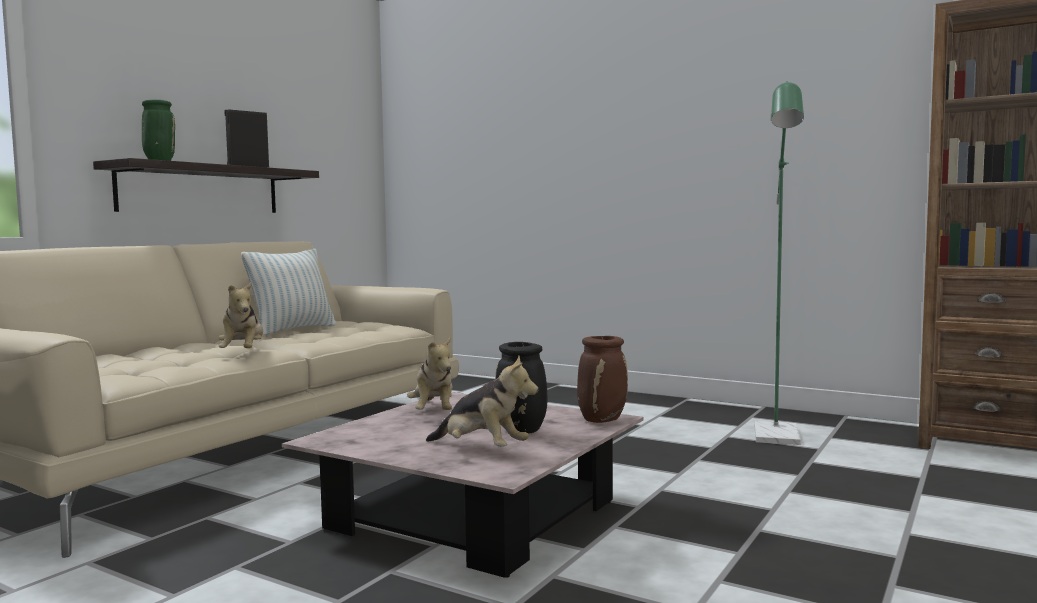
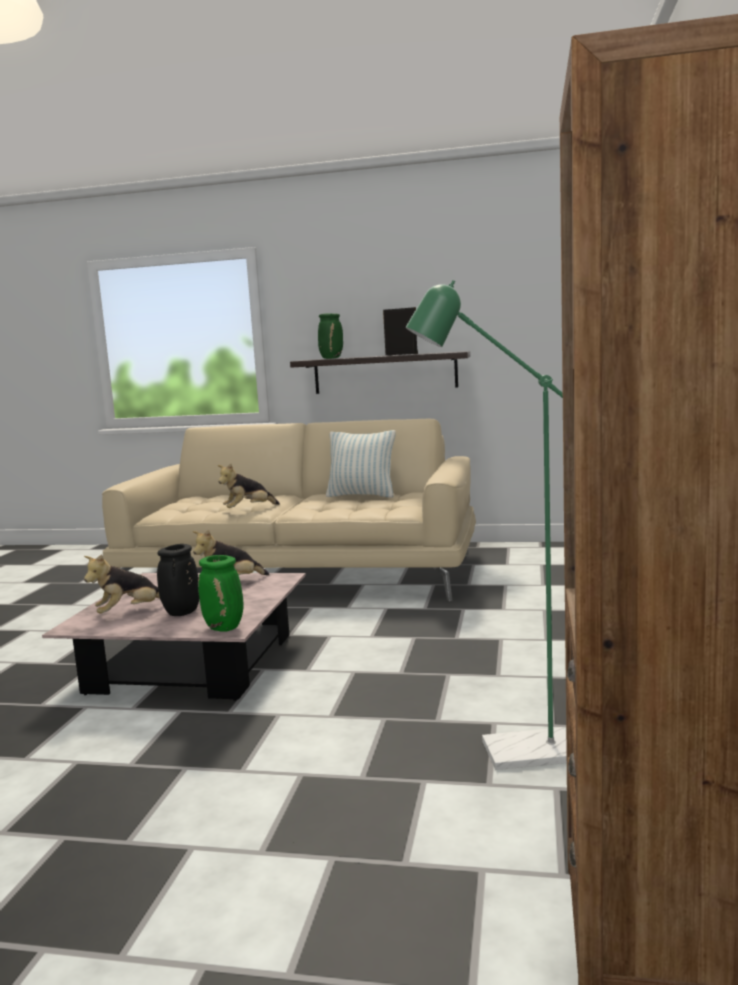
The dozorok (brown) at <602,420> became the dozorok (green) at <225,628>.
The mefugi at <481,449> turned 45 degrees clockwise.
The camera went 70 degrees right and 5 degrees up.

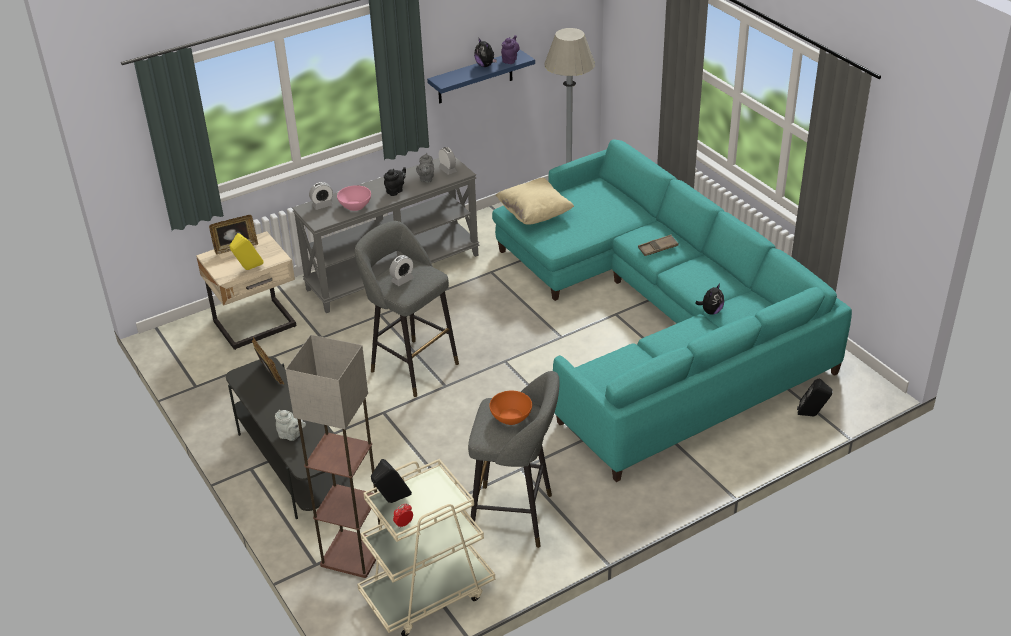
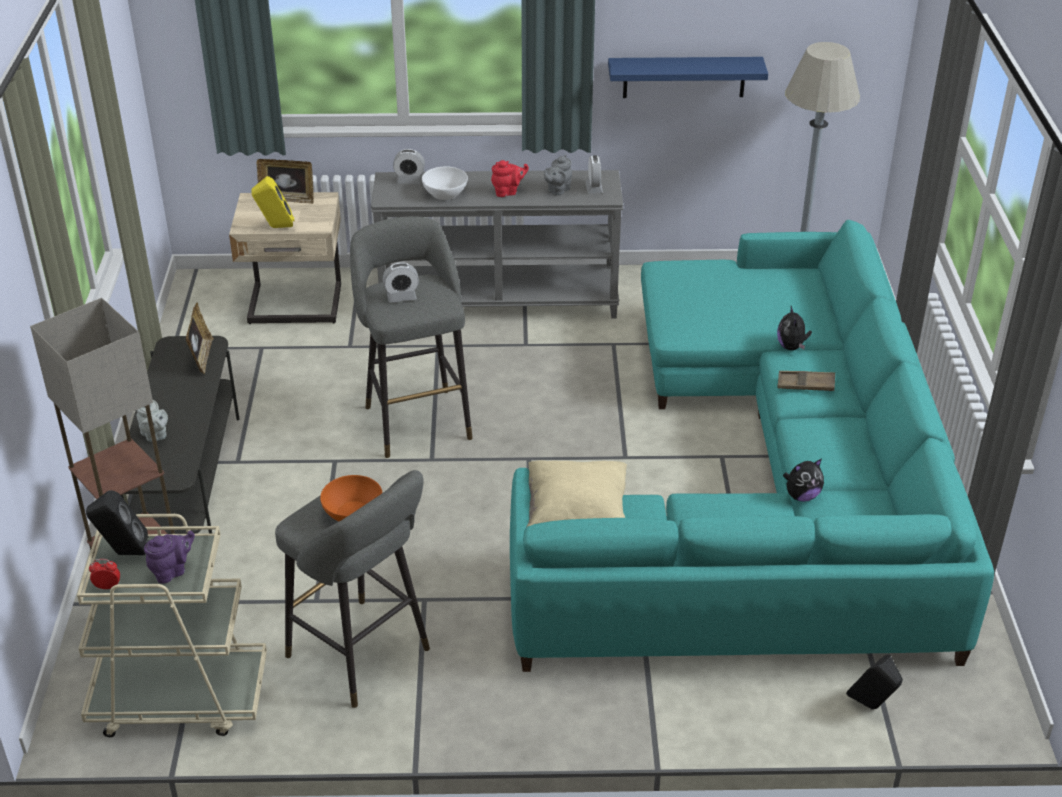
The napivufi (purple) moved from <510,60> to <172,571>.
The mefugi moved from <485,65> to <791,347>.
The napivufi (black) at <395,191> became the napivufi (red) at <508,192>.
The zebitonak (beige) moved from <534,214> to <576,519>.
The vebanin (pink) at <355,205> became the vebanin (white) at <445,193>.
The camera went 30 degrees right and 0 degrees up.

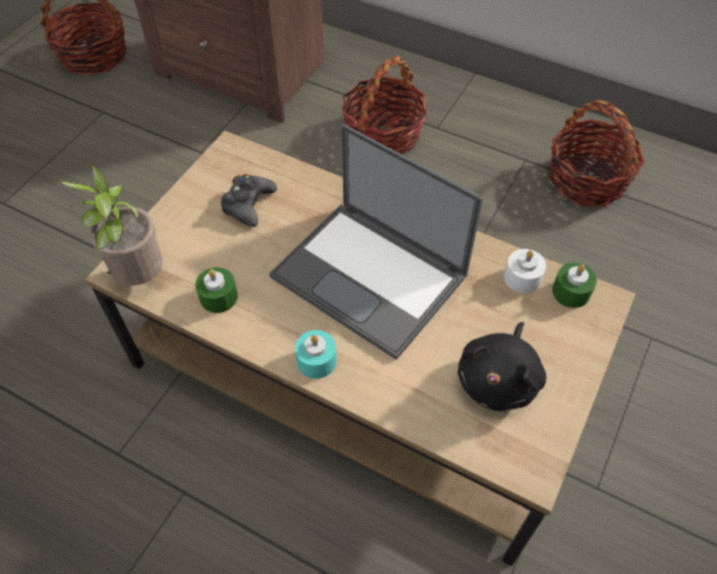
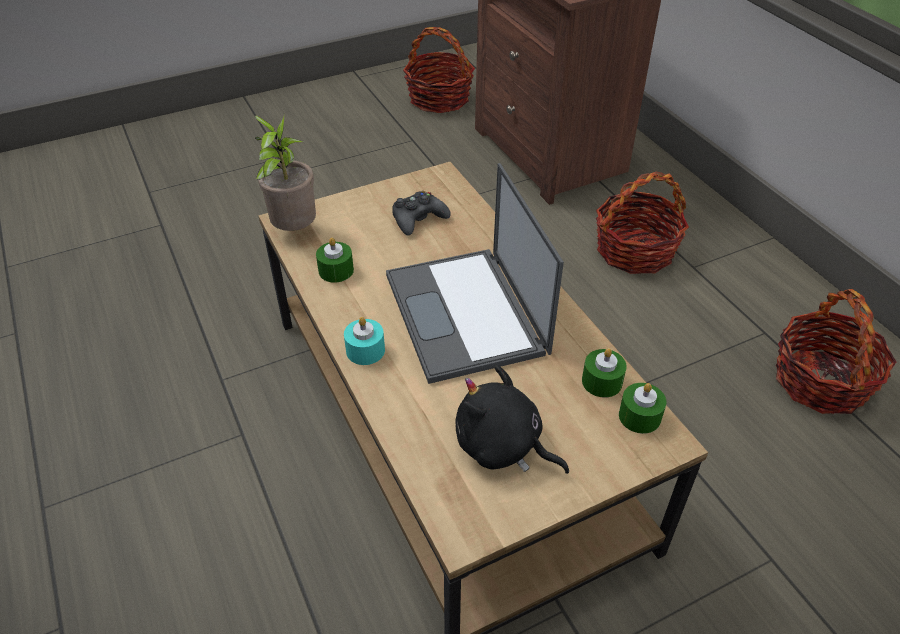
The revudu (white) at <522,278> became the revudu (green) at <602,381>.
The mefugi (black) at <499,379> turned 60 degrees clockwise.
The camera went 35 degrees right and 10 degrees down.

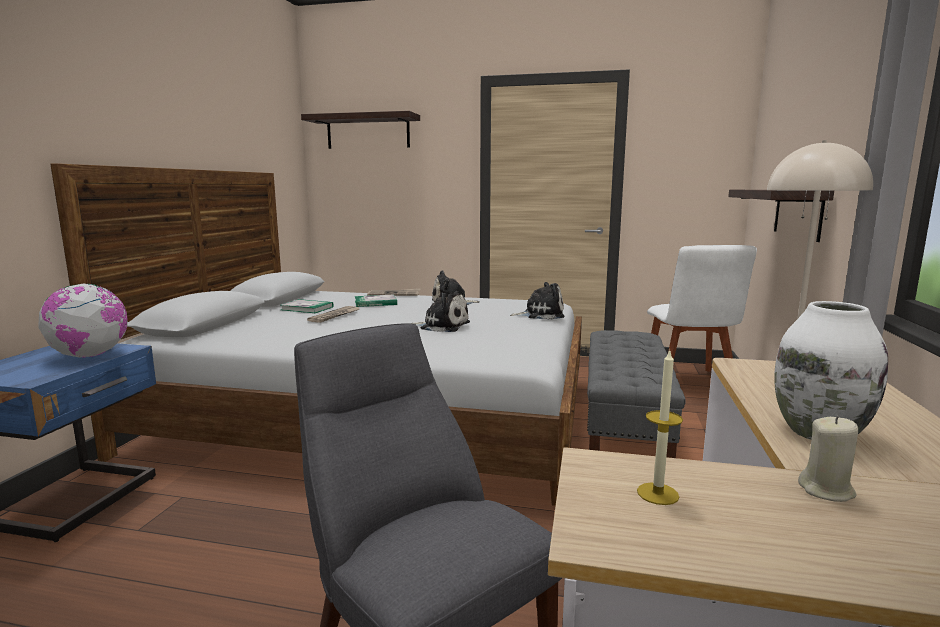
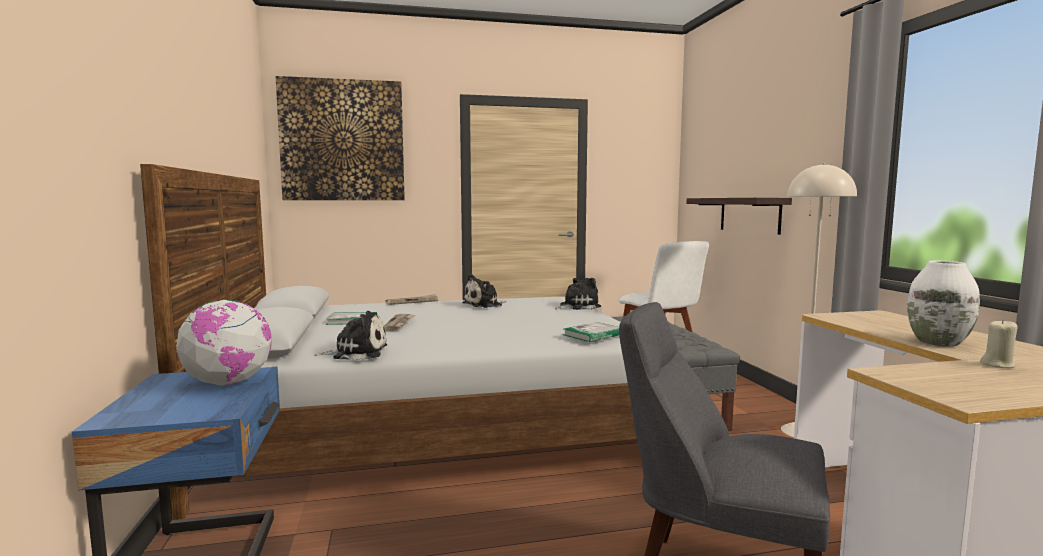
The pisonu at <368,132> was replaced by the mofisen at <342,140>.
The mefugi moved from <442,326> to <357,353>.
The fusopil moved from <375,303> to <593,334>.
The revudu at <657,493> disappeared.
The camera went 25 degrees left and 5 degrees down.

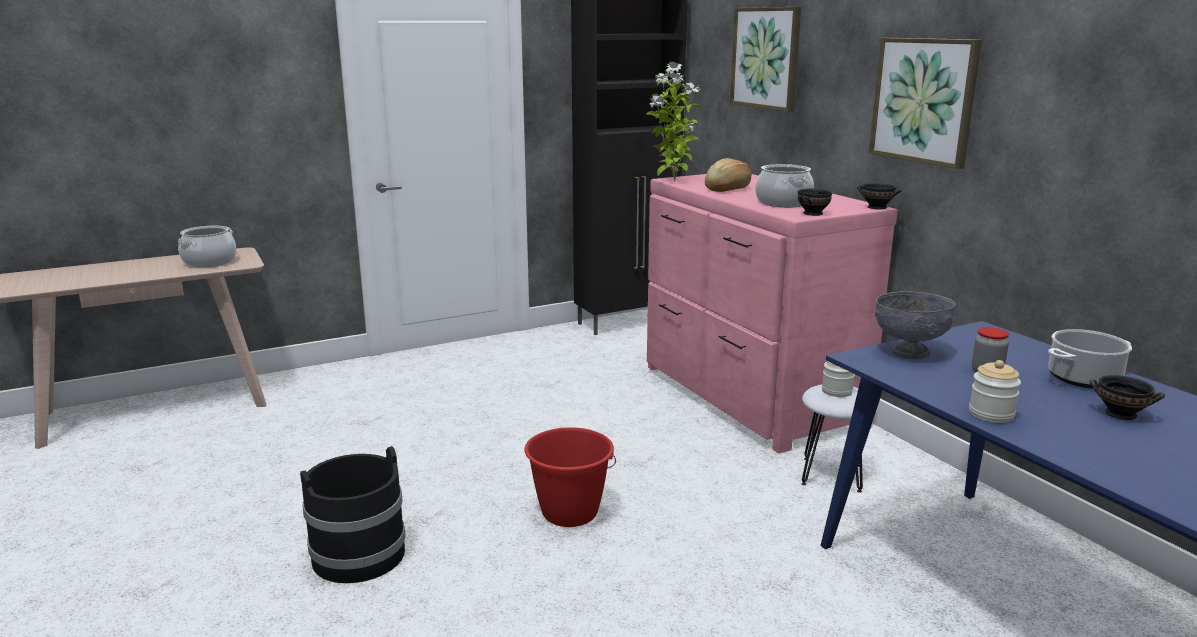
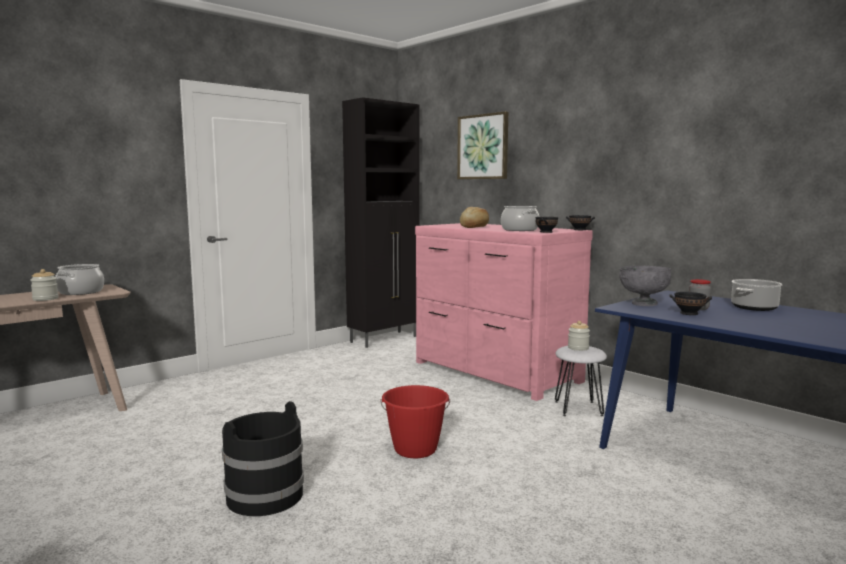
The mofisen at <924,100> disappeared.
The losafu at <672,181> disappeared.
The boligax moved from <991,414> to <45,299>.
The vebanin (black) moved from <1121,414> to <689,313>.
The camera went 15 degrees left and 10 degrees down.

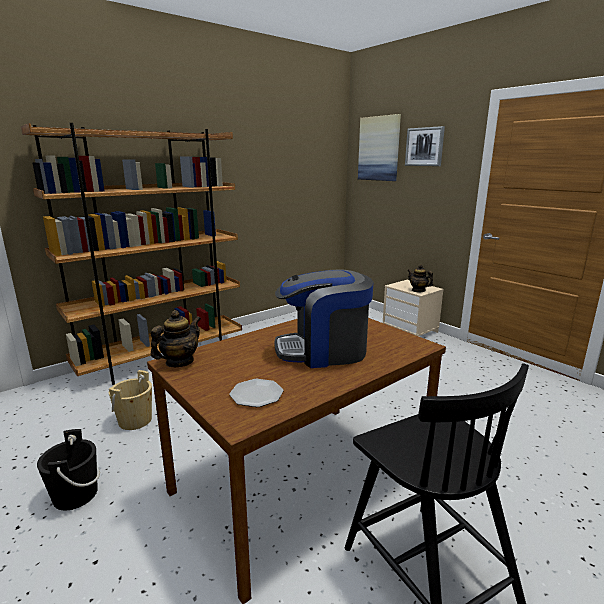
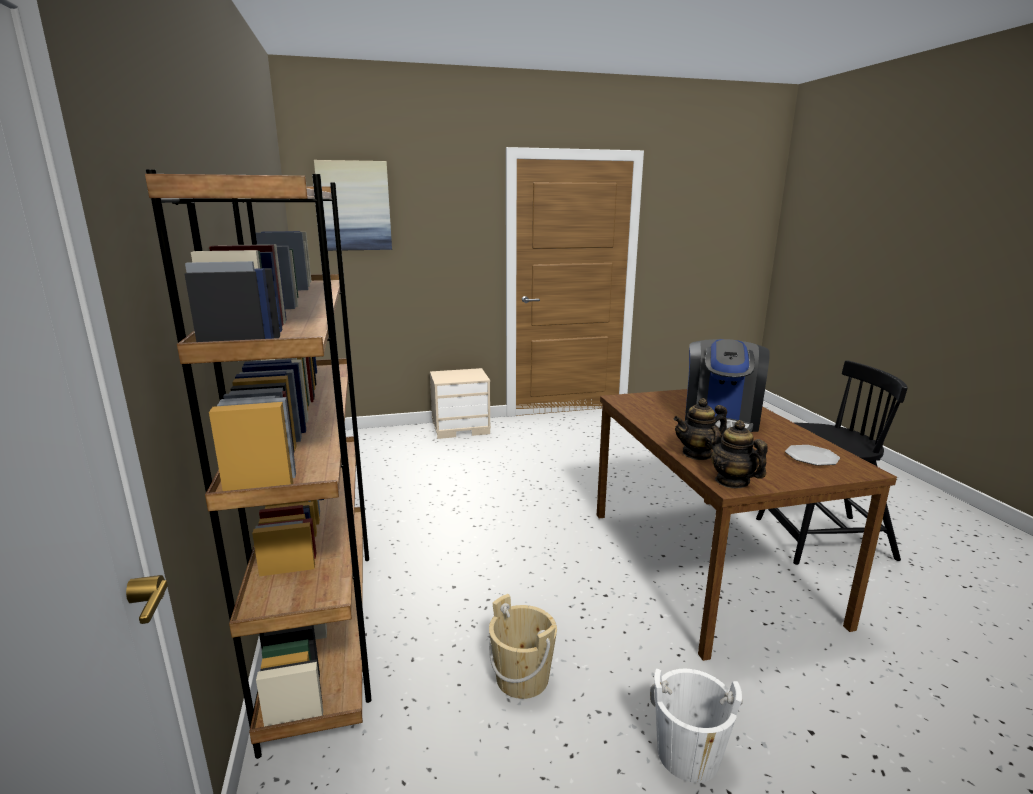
The mofisen at <424,147> disappeared.
The napivufi moved from <418,290> to <697,454>.
The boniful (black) at <75,495> became the boniful (white) at <688,754>.
The camera went 65 degrees left and 0 degrees up.

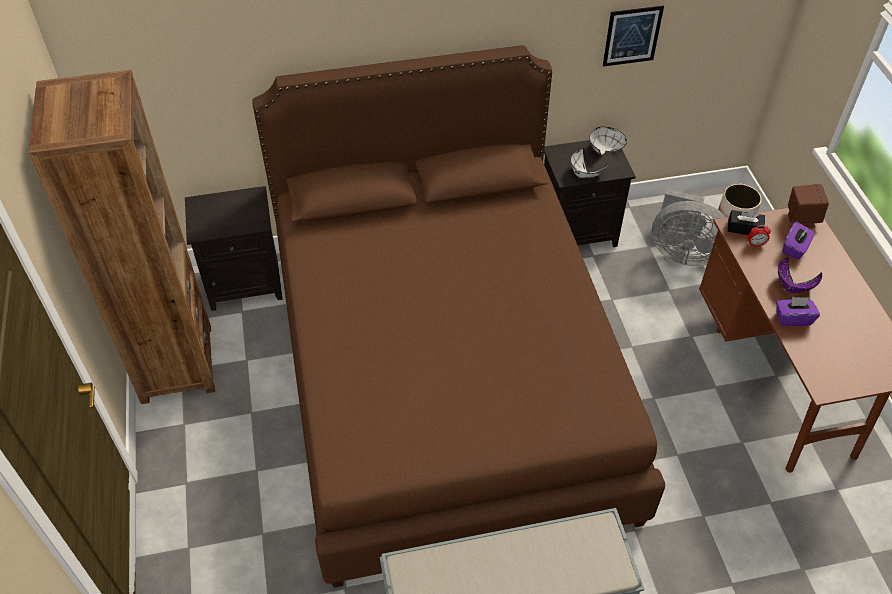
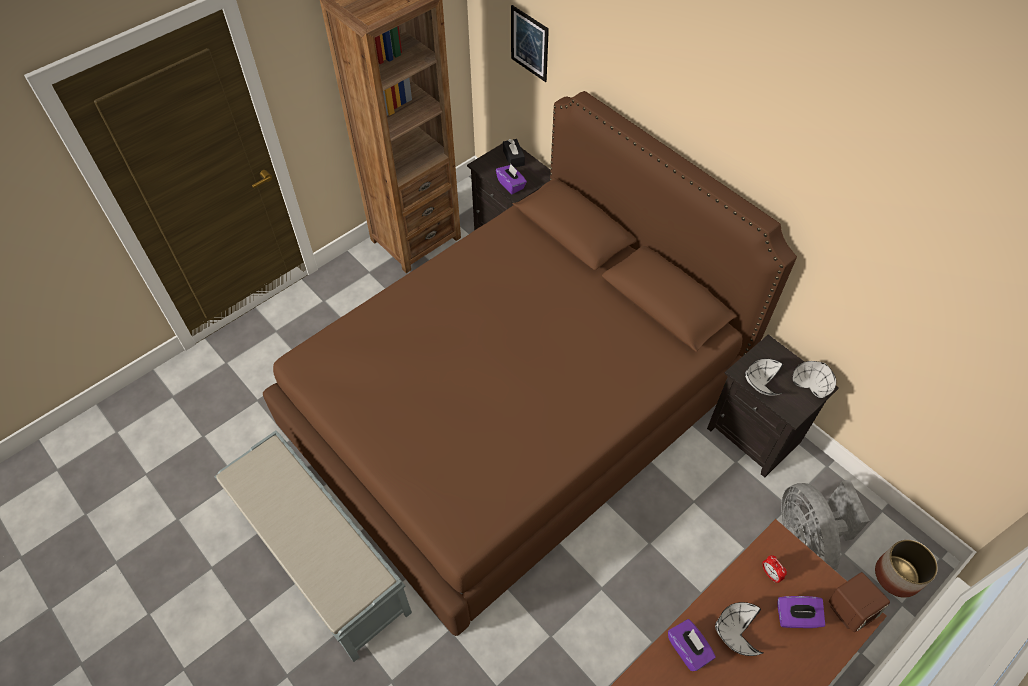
The mofisen moved from <632,36> to <529,43>.
The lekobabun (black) moved from <744,228> to <513,158>.
The vebanin (purple) at <793,287> became the vebanin (white) at <735,634>.
The lekobabun (purple) at <511,185> appeared.
The camera went 60 degrees right and 5 degrees up.

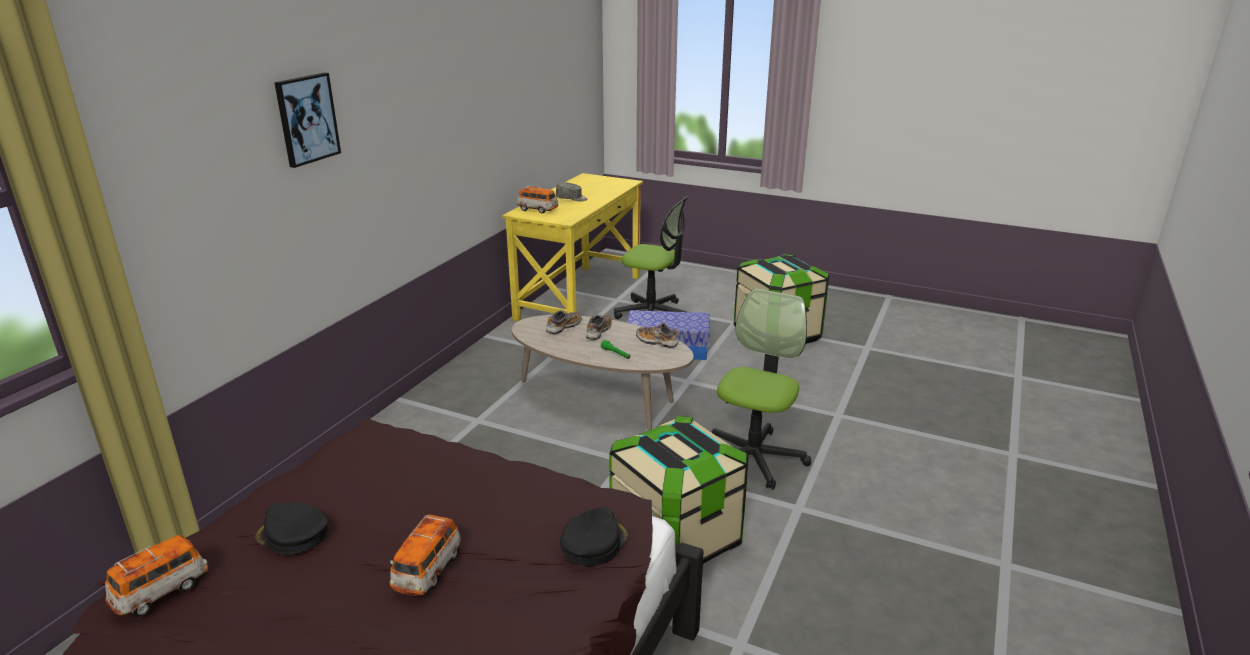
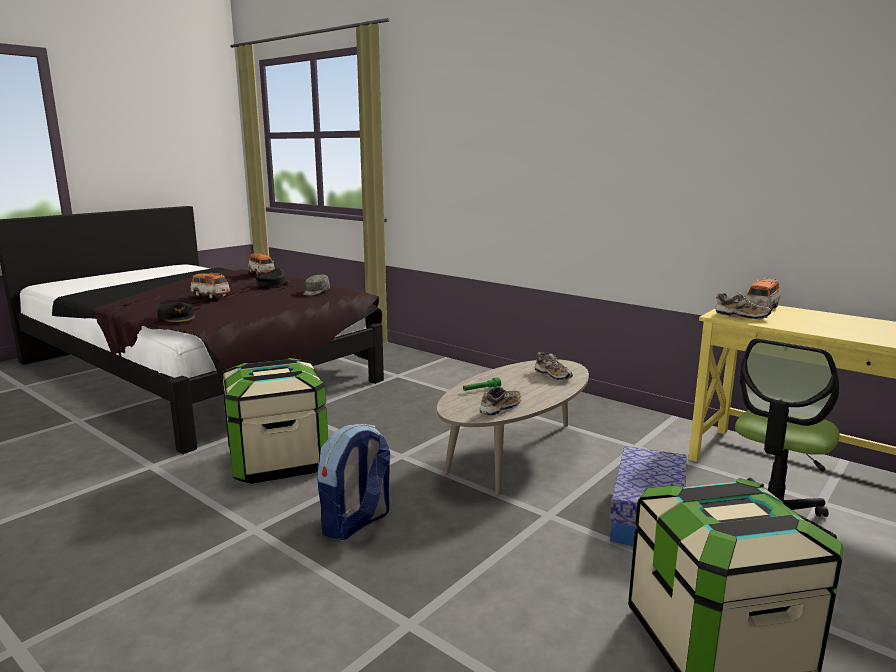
The mofisen at <307,119> disappeared.
The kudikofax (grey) moved from <571,198> to <316,292>.
The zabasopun at <753,458> was replaced by the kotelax at <356,523>.
The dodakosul moved from <598,332> to <741,316>.
The camera went 105 degrees right and 10 degrees down.

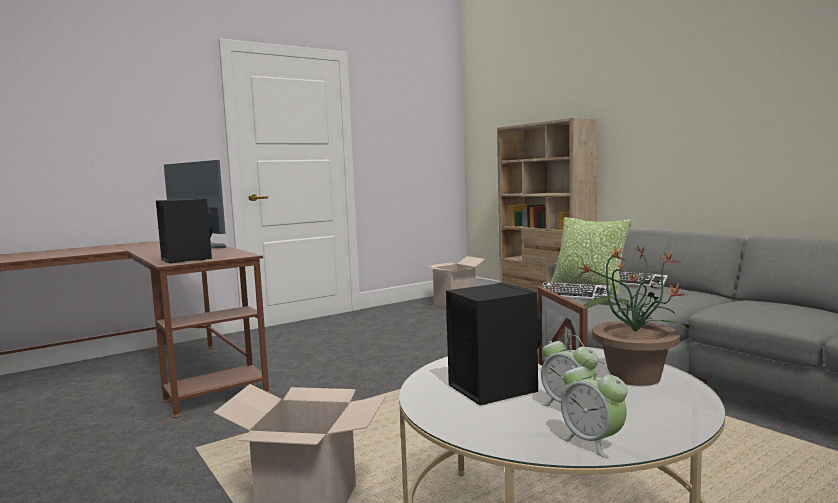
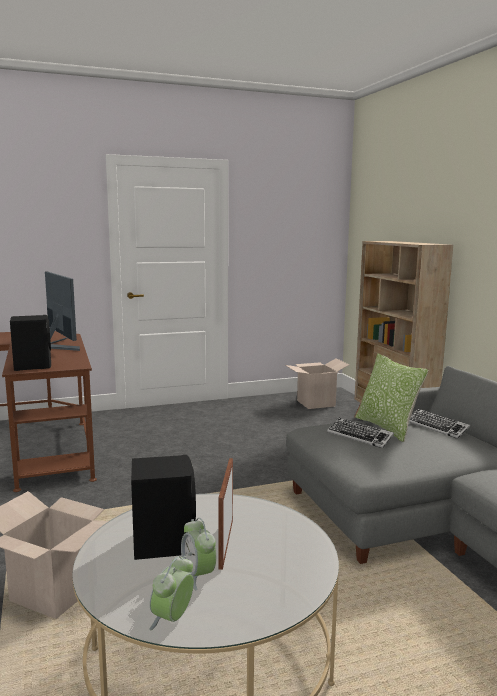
The losafu at <633,376> disappeared.
The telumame at <592,442> turned 45 degrees clockwise.
The camera went 15 degrees right and 5 degrees up.

